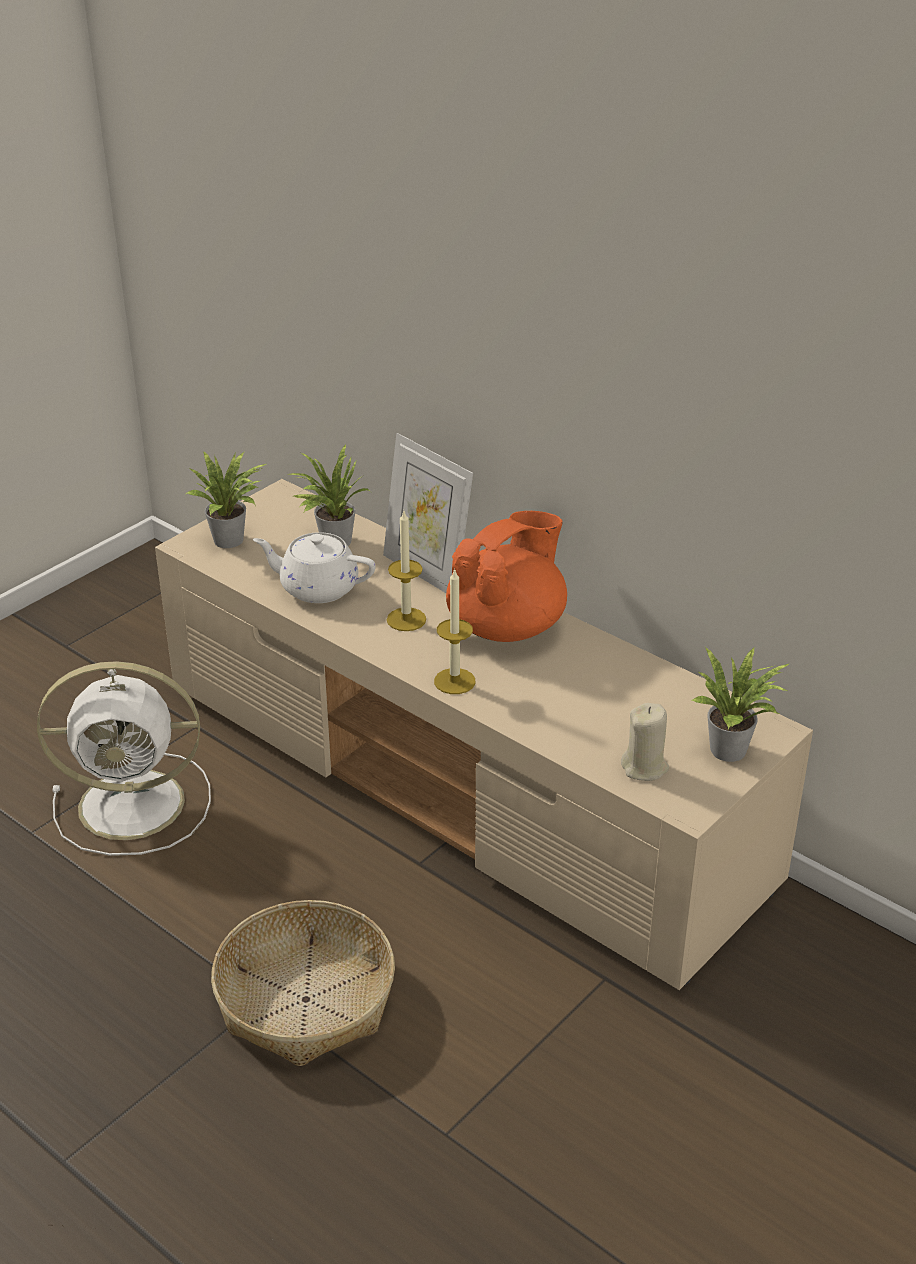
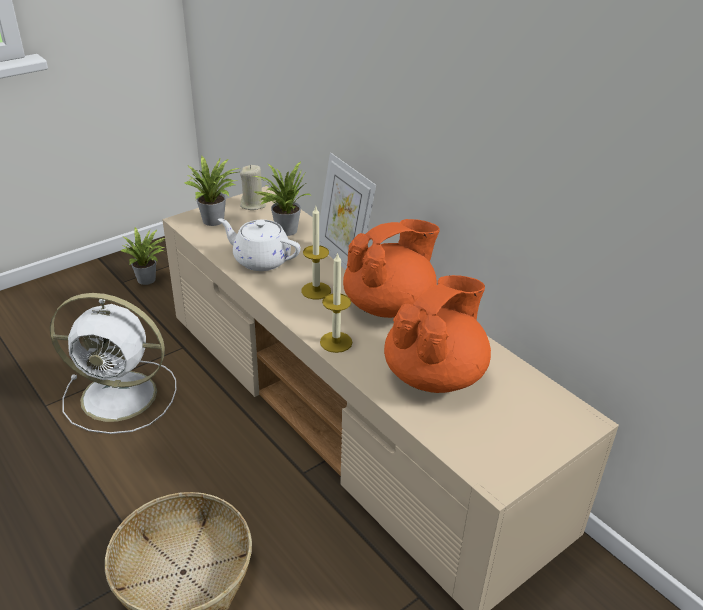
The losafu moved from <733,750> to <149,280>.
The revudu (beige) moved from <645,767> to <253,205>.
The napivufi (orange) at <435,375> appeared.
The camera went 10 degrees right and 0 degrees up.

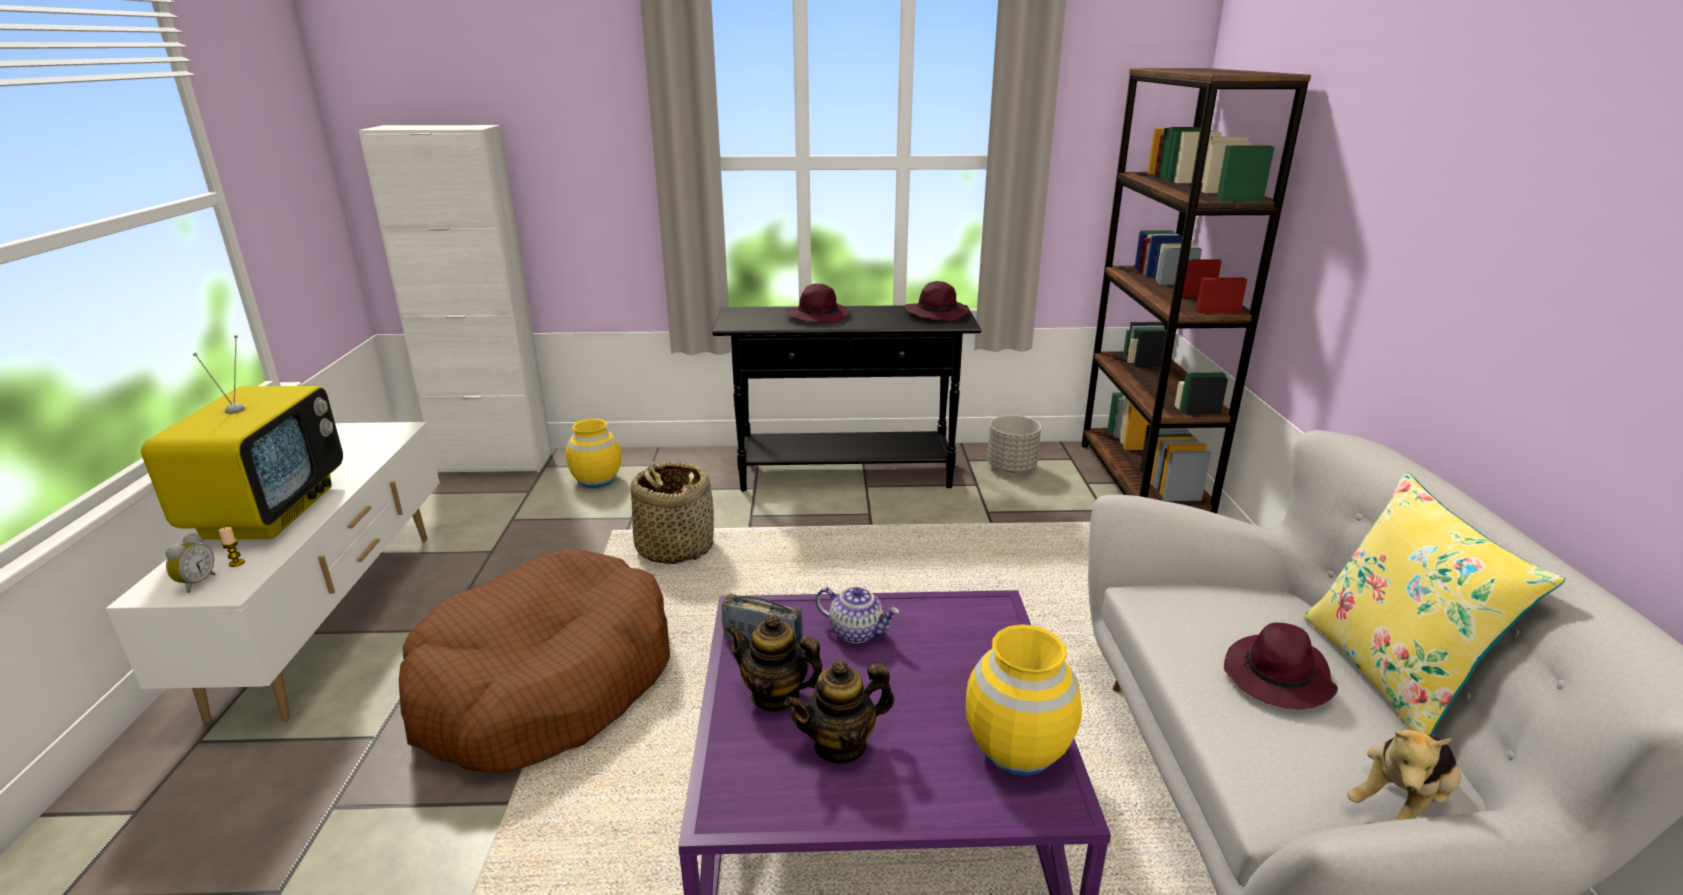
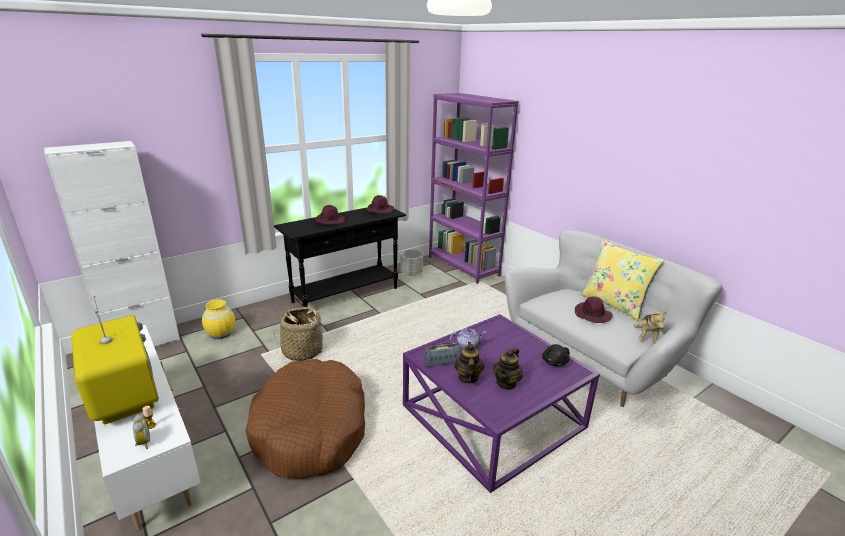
The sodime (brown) at <1142,482> became the sodime (purple) at <463,266>.
The napivufi at <775,696> turned 105 degrees clockwise.
The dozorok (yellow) at <1016,748> was replaced by the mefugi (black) at <554,362>.
The camera went 35 degrees left and 0 degrees up.

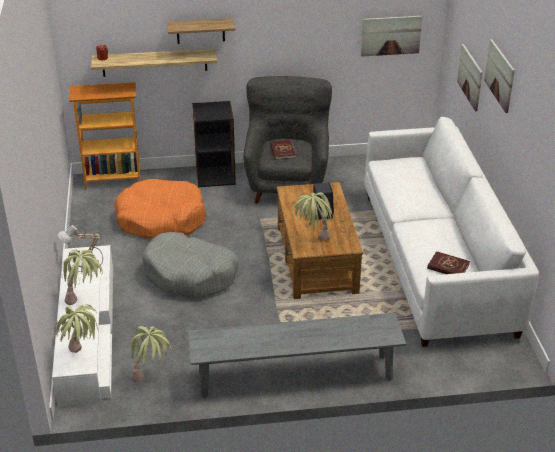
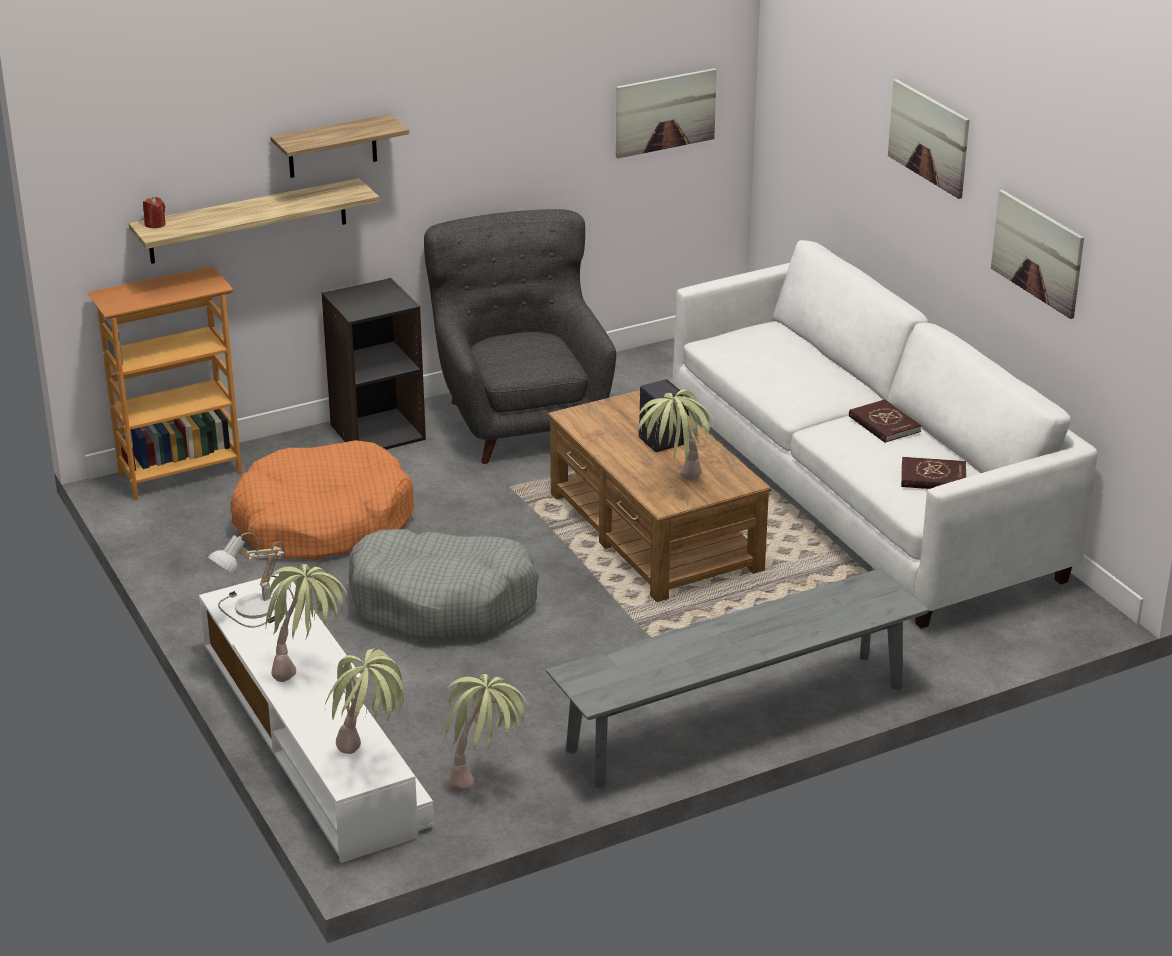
The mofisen moved from <470,77> to <1037,253>.
The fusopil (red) moved from <282,151> to <884,424>.
The camera went 20 degrees left and 5 degrees down.

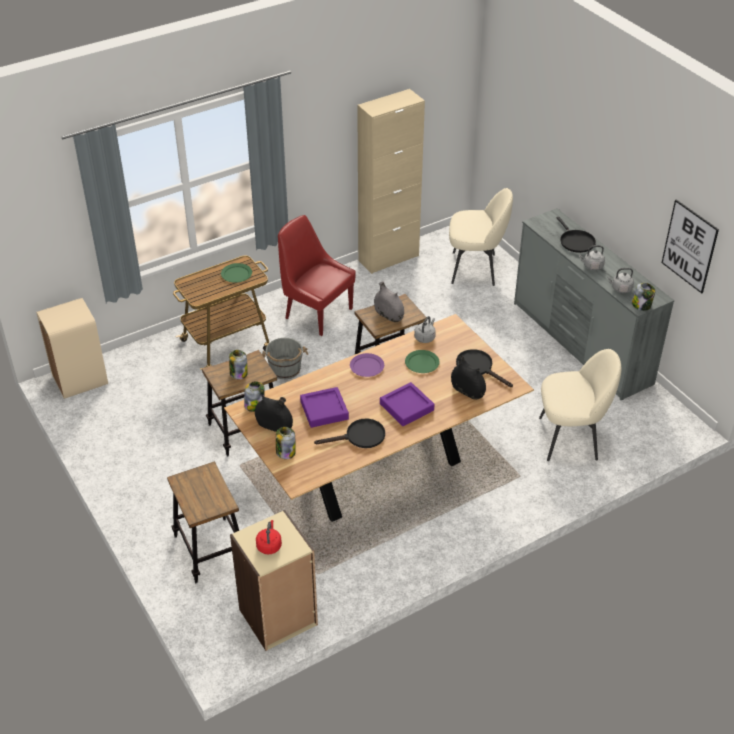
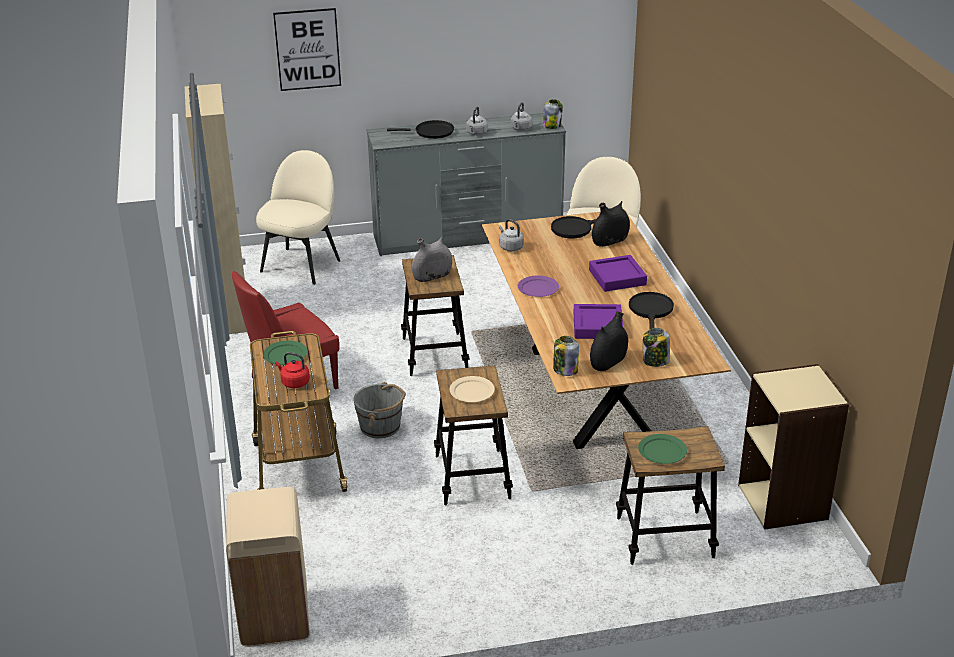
The mofisen moved from <689,246> to <307,49>.
The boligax at <238,373> was replaced by the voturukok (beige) at <472,391>.
The voturukok (green) moved from <421,363> to <662,451>.
The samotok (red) moved from <269,545> to <294,382>.
The camera went 70 degrees left and 10 degrees down.

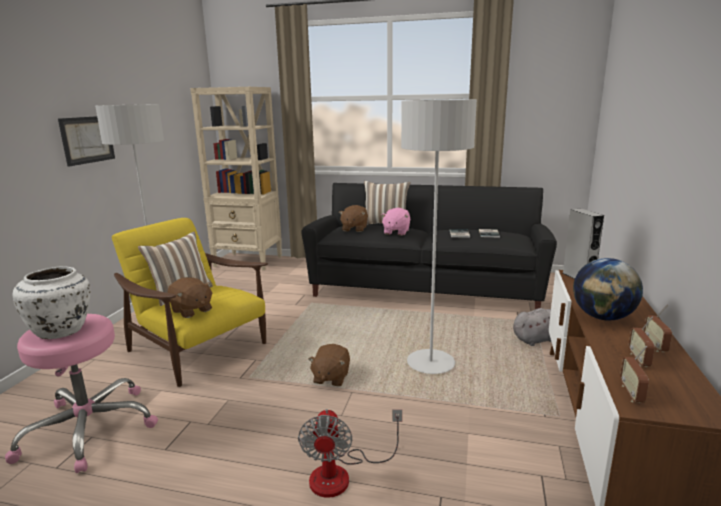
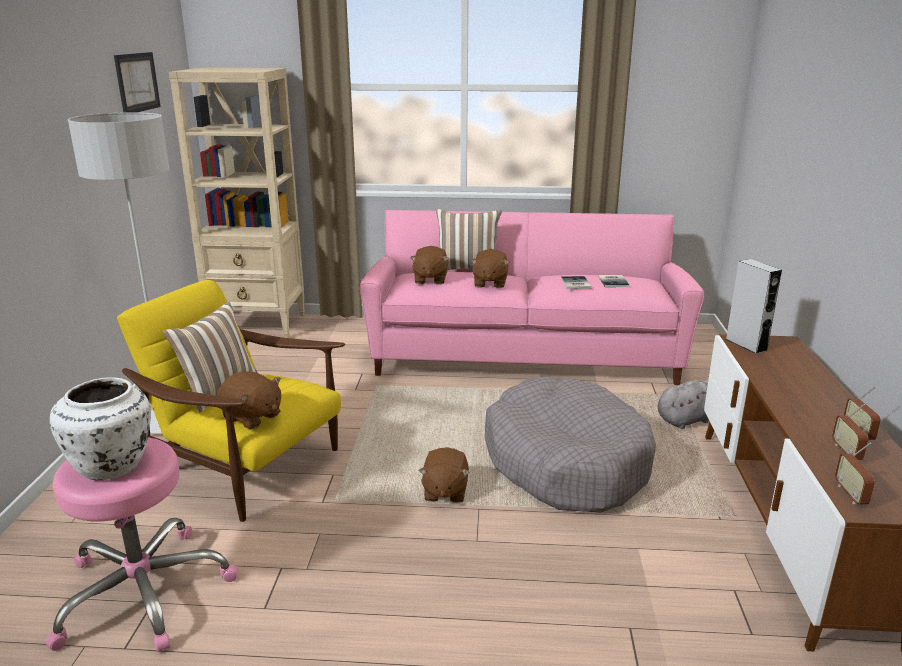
The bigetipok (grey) at <430,363> was replaced by the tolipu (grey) at <565,462>.
The mofisen moved from <87,140> to <137,82>.
The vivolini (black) at <425,287> became the vivolini (pink) at <524,353>.
The mefugi (pink) at <396,232> became the mefugi (brown) at <489,283>.
The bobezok at <603,317> disappeared.
The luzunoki at <342,474> disappeared.
The camera went 10 degrees left and 5 degrees up.

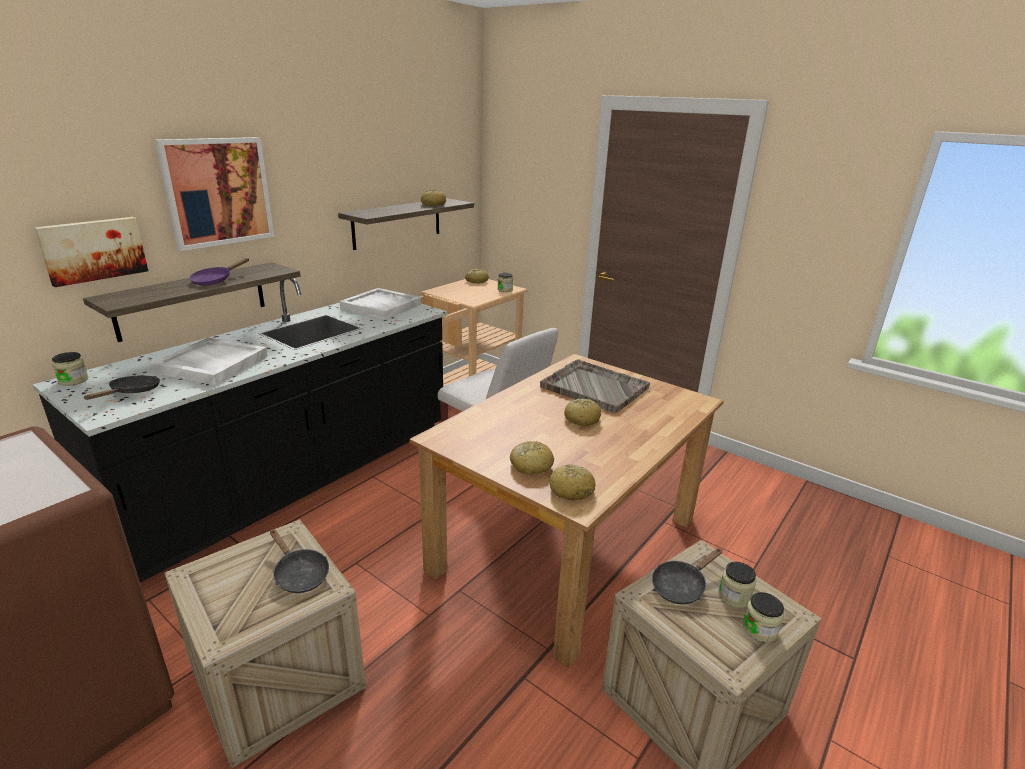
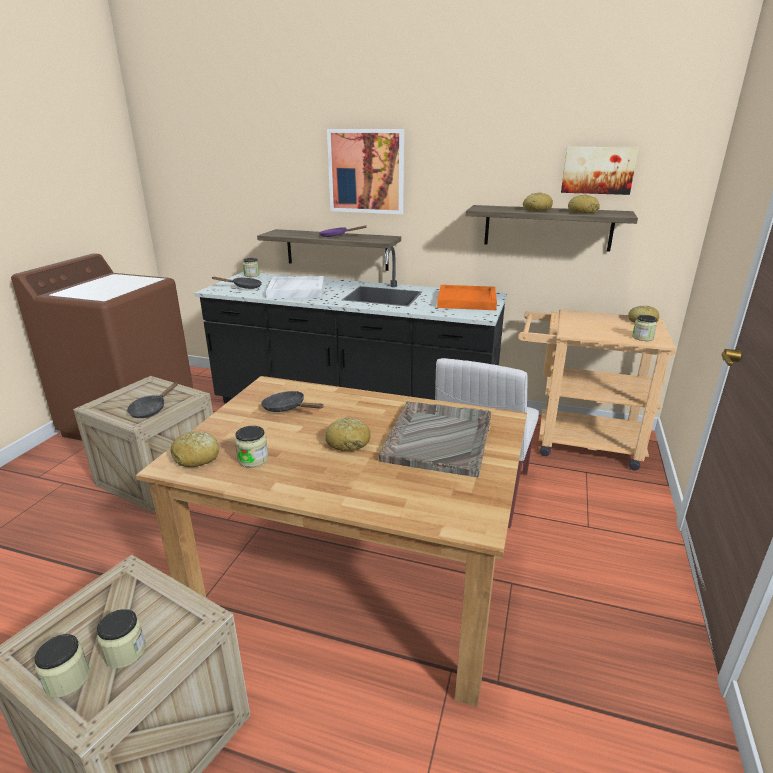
The mofisen moved from <93,250> to <598,170>.
The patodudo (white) at <382,306> became the patodudo (orange) at <467,300>.
The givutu moved from <530,465> to <537,210>.
The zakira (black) moved from <681,586> to <287,408>.
The boligax at <253,459> appeared.
The camera went 70 degrees right and 0 degrees up.

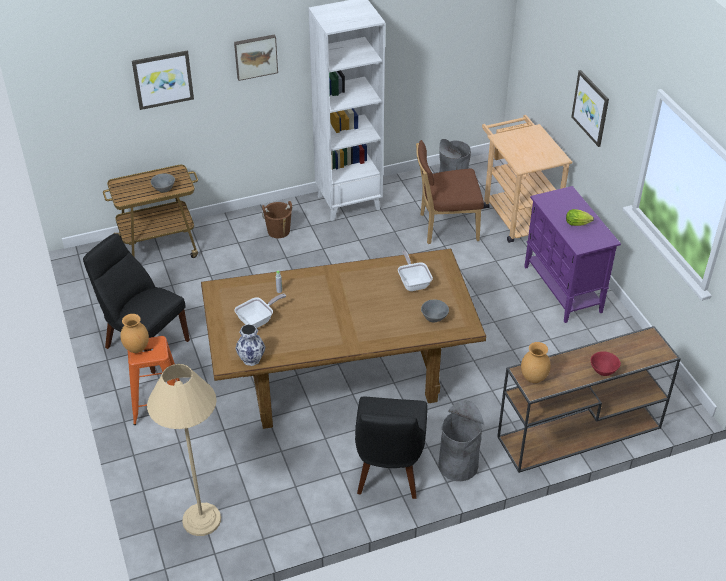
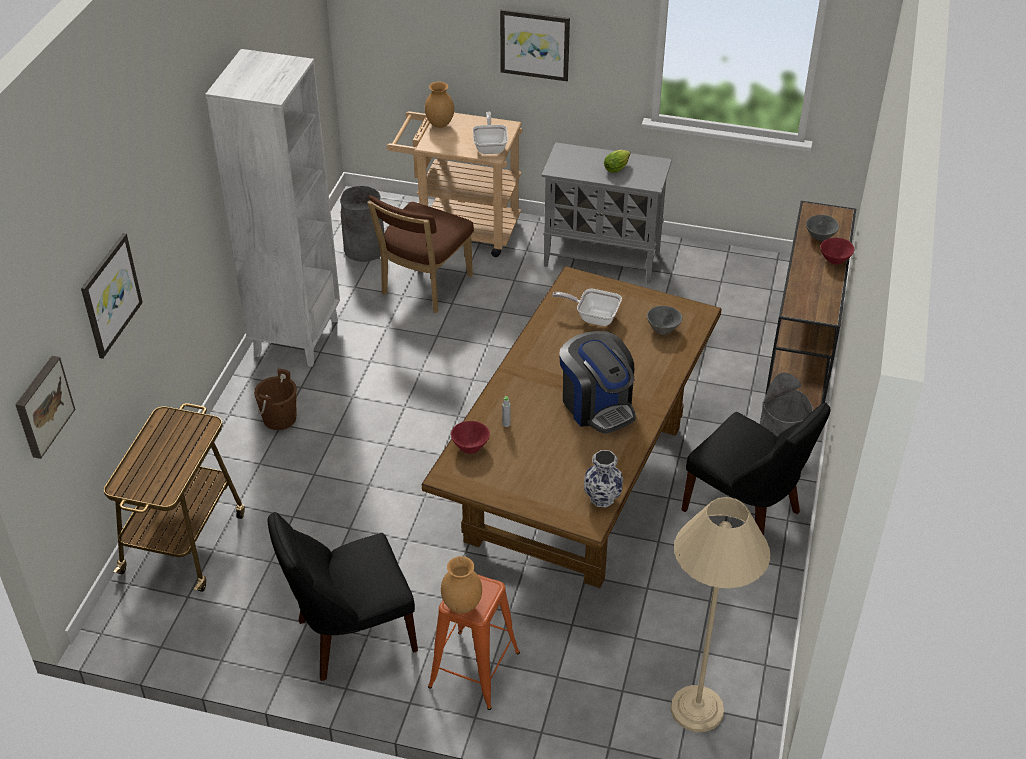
The mofisen moved from <255,56> to <42,406>.
The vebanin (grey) moved from <163,189> to <819,236>.
The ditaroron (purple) at <563,289> became the ditaroron (grey) at <603,259>.
The zakira moved from <258,320> to <490,146>.
The dozorok (brown) moved from <533,379> to <440,124>.
The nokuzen at <597,405> appeared.
The vebanin (red) at <471,446> appeared.
The camera went 55 degrees left and 0 degrees up.

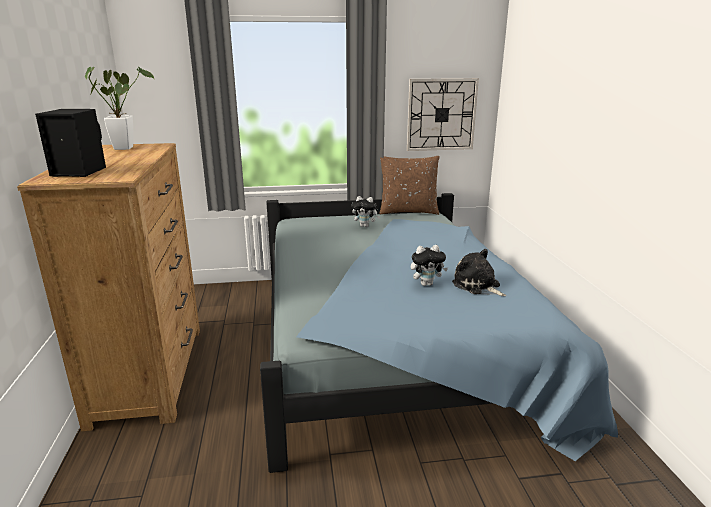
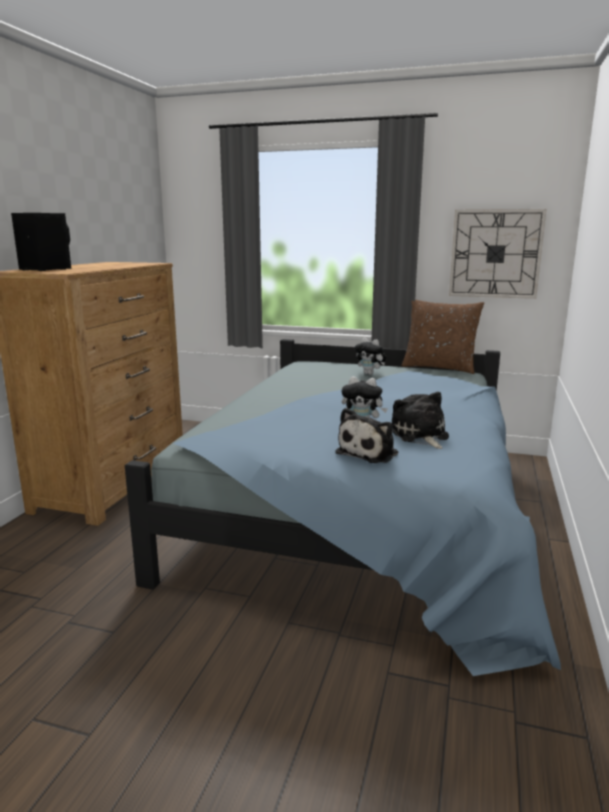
The losafu at <125,147> disappeared.
The mefugi at <370,453> appeared.
The camera went 25 degrees right and 5 degrees down.

